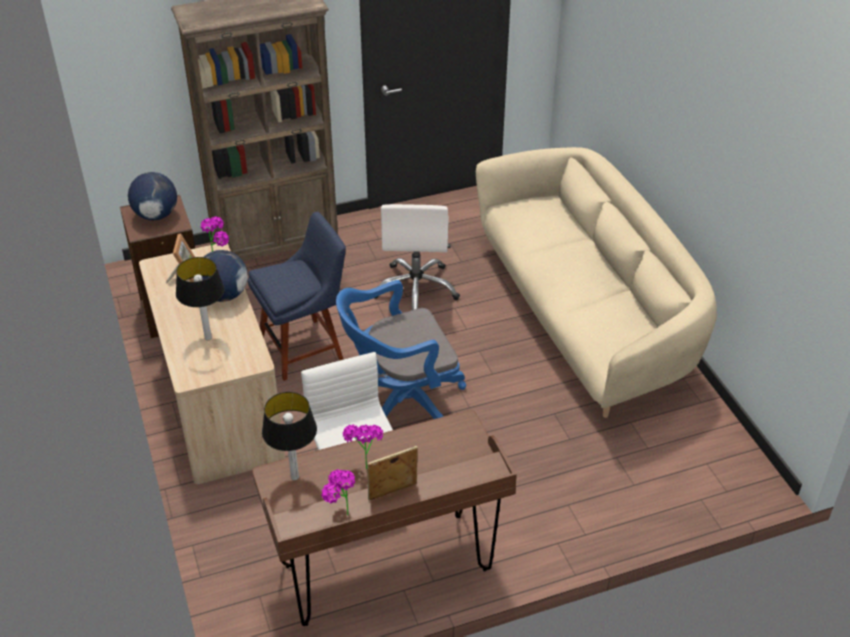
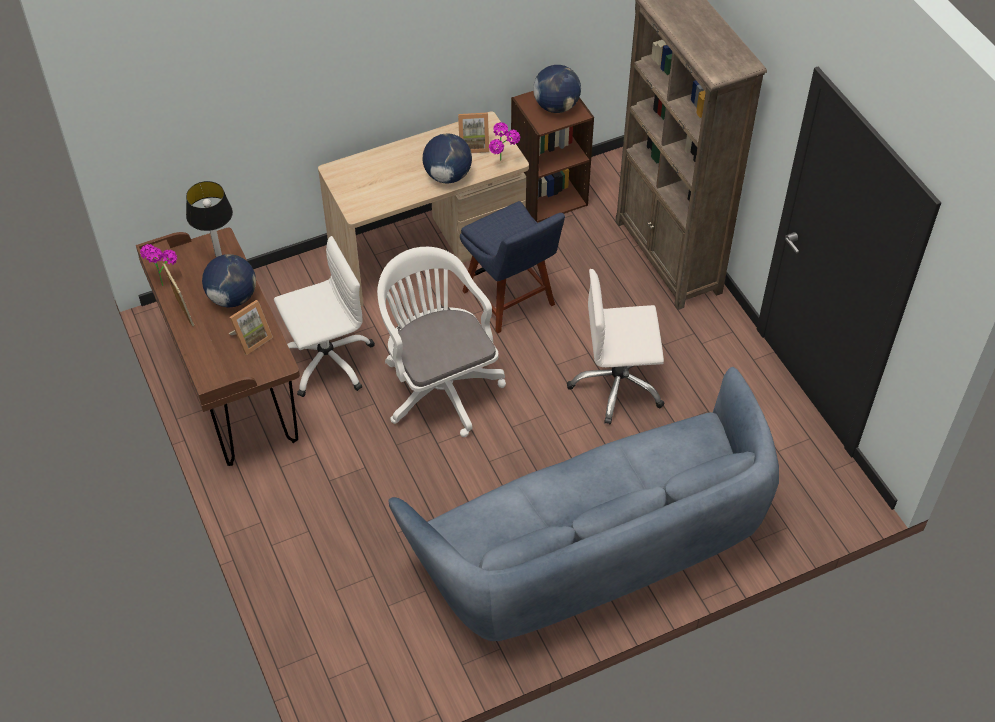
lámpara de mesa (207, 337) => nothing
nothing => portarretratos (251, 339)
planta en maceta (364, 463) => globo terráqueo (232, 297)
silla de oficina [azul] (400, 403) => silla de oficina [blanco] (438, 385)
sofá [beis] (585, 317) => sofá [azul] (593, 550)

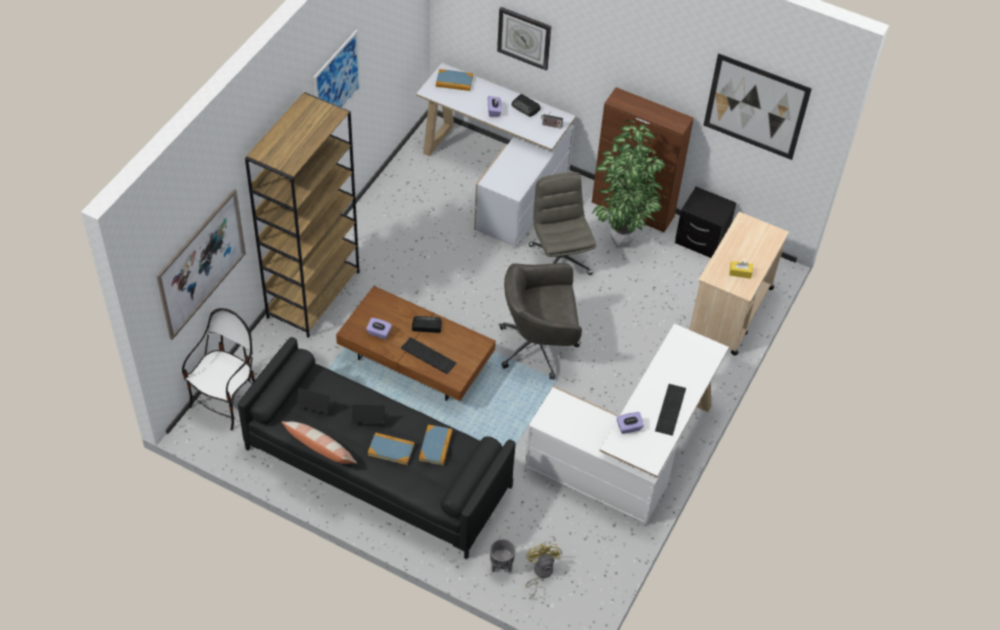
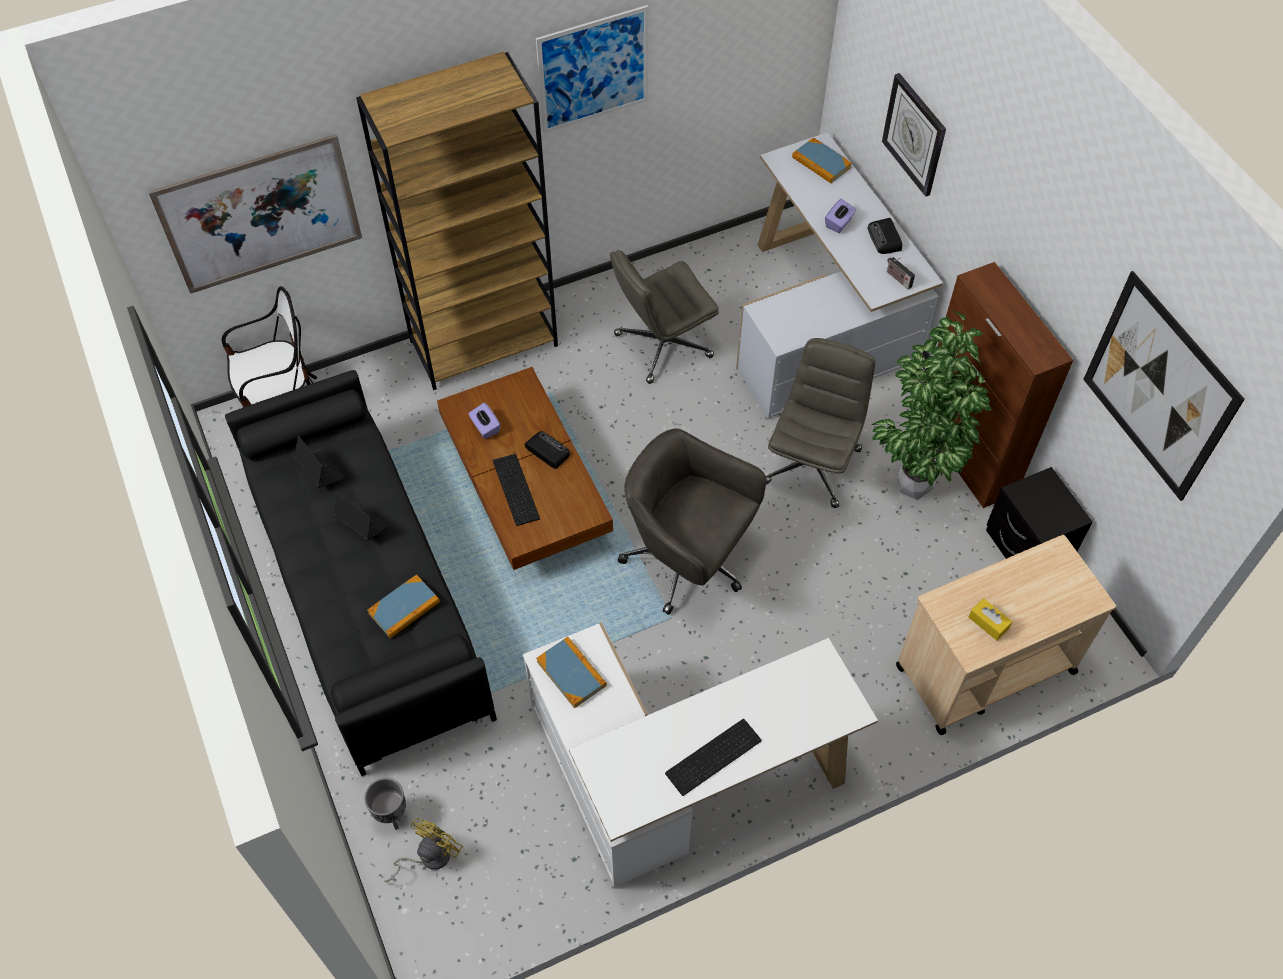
cojín (320, 451) => nothing
caja de pañuelos [morado] (629, 427) => nothing
nothing => silla de oficina [gris] (662, 346)
libro (391, 449) => libro (571, 673), moved

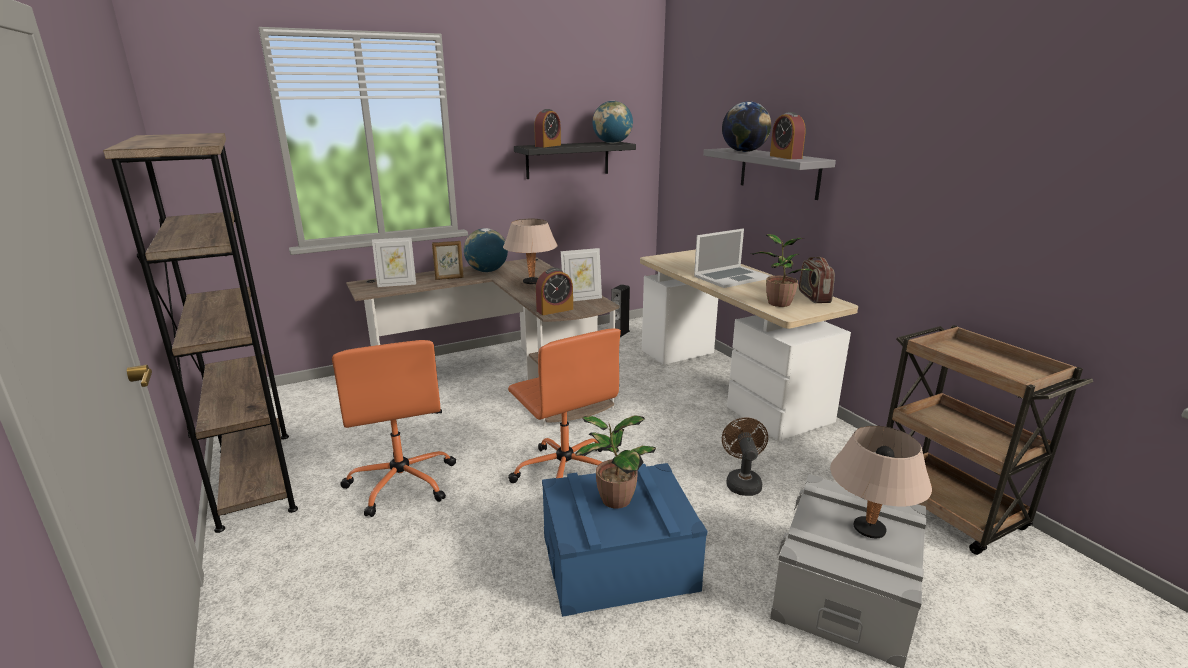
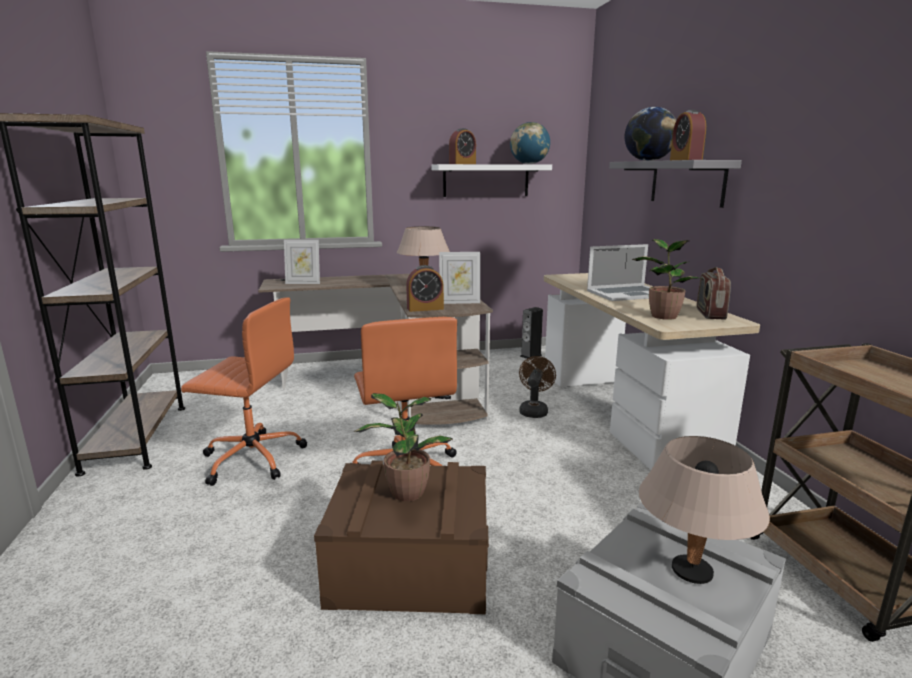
portarretratos (449, 278) => nothing
globo terráqueo (487, 271) => nothing
ventilador [marrón] (742, 482) => ventilador [marrón] (534, 410), moved
estante [negro] (568, 160) => estante [blanco] (486, 180)
caja de almacenaje [azul] (618, 562) => caja de almacenaje [marrón] (410, 566)
silla de oficina [naranja] (402, 482) => silla de oficina [naranja] (251, 458), 75 degrees counterclockwise

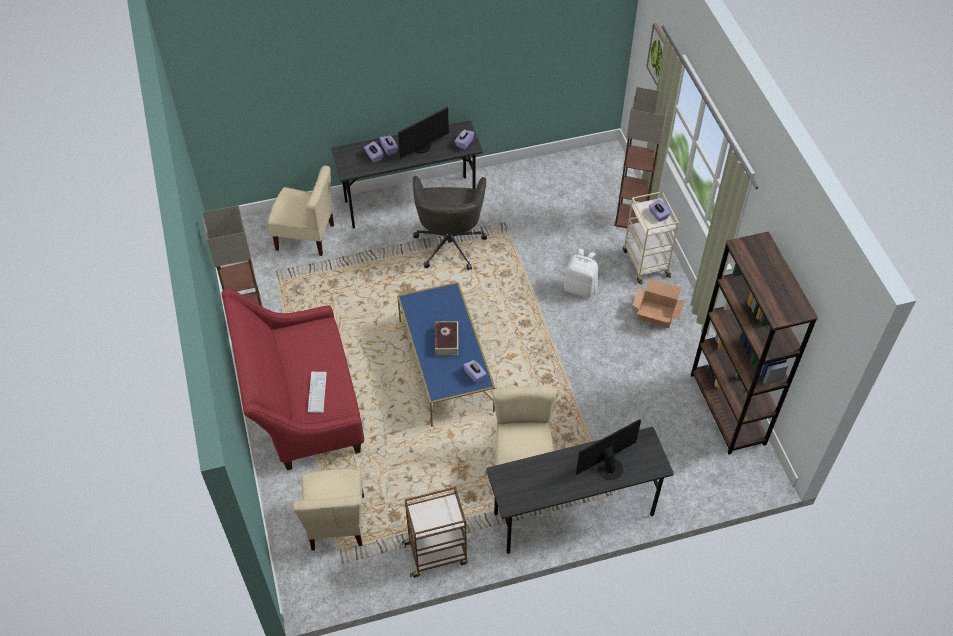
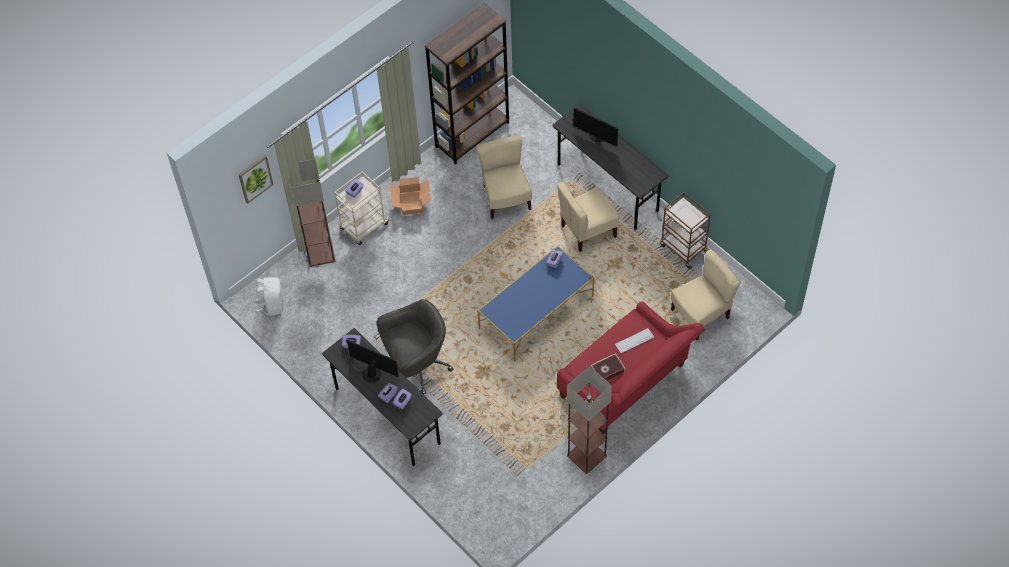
silla [beis] (306, 237) => silla [beis] (506, 198), moved
libro (446, 341) => libro (607, 371), moved
mochila [blanco] (580, 288) => mochila [blanco] (272, 304), moved

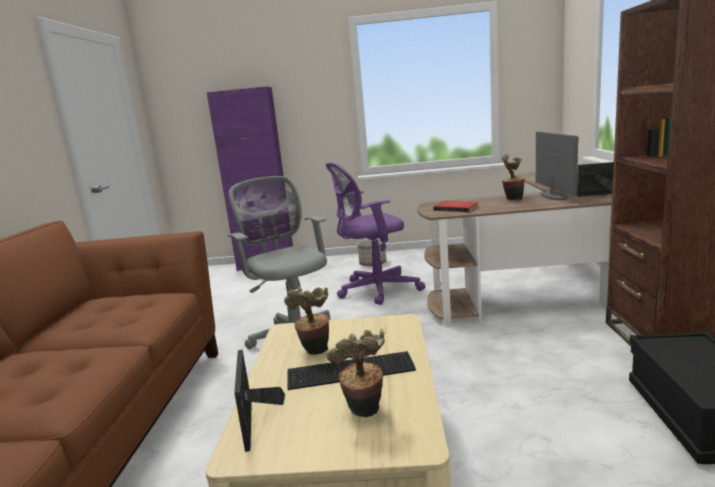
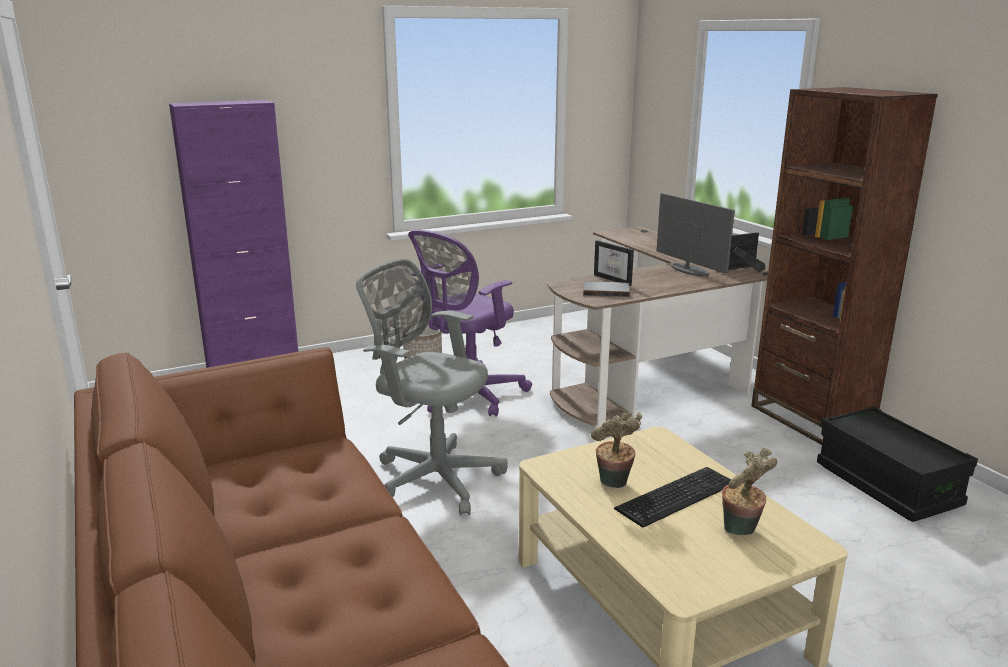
planta en maceta (512, 200) => nothing
portarretratos (257, 423) => portarretratos (616, 279), moved
libro [rojo] (456, 208) => libro [gris] (606, 291)

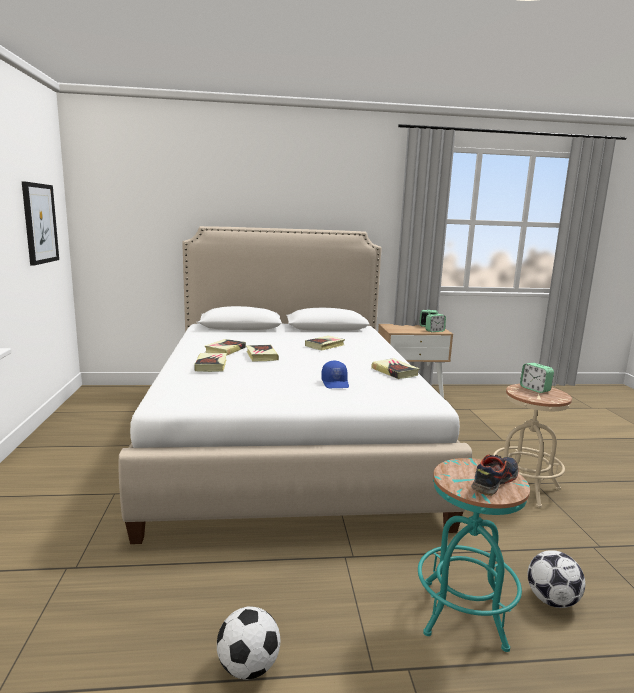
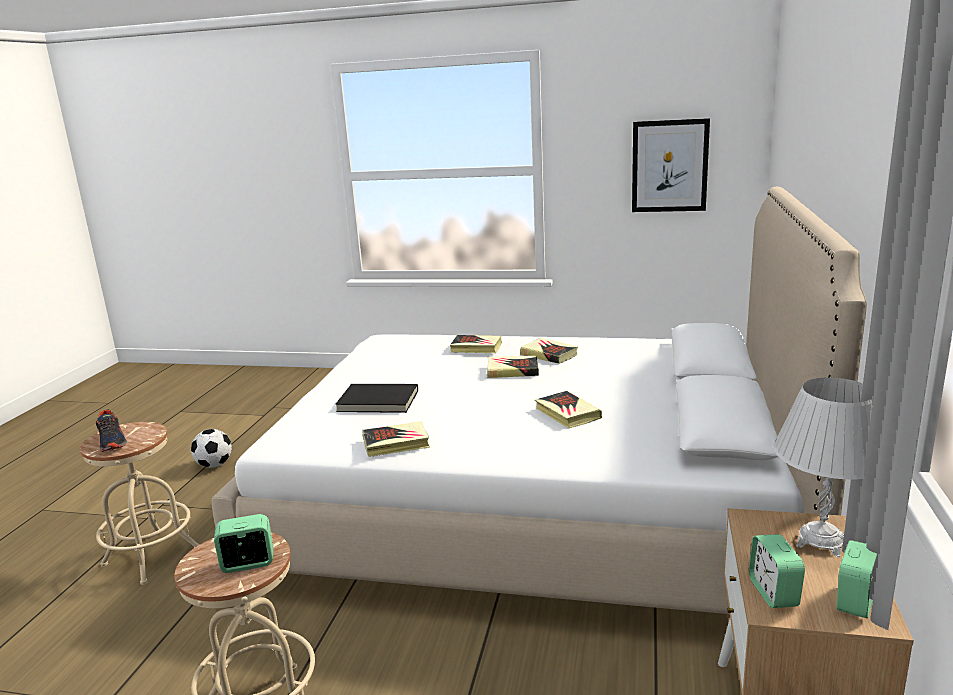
balón de fútbol (552, 600) => nothing
nothing => lámpara de mesa [blanco] (820, 541)
gorra [azul] (335, 383) => libro [negro] (378, 402)
taburete [turquesa] (463, 614) => taburete [beis] (151, 557)

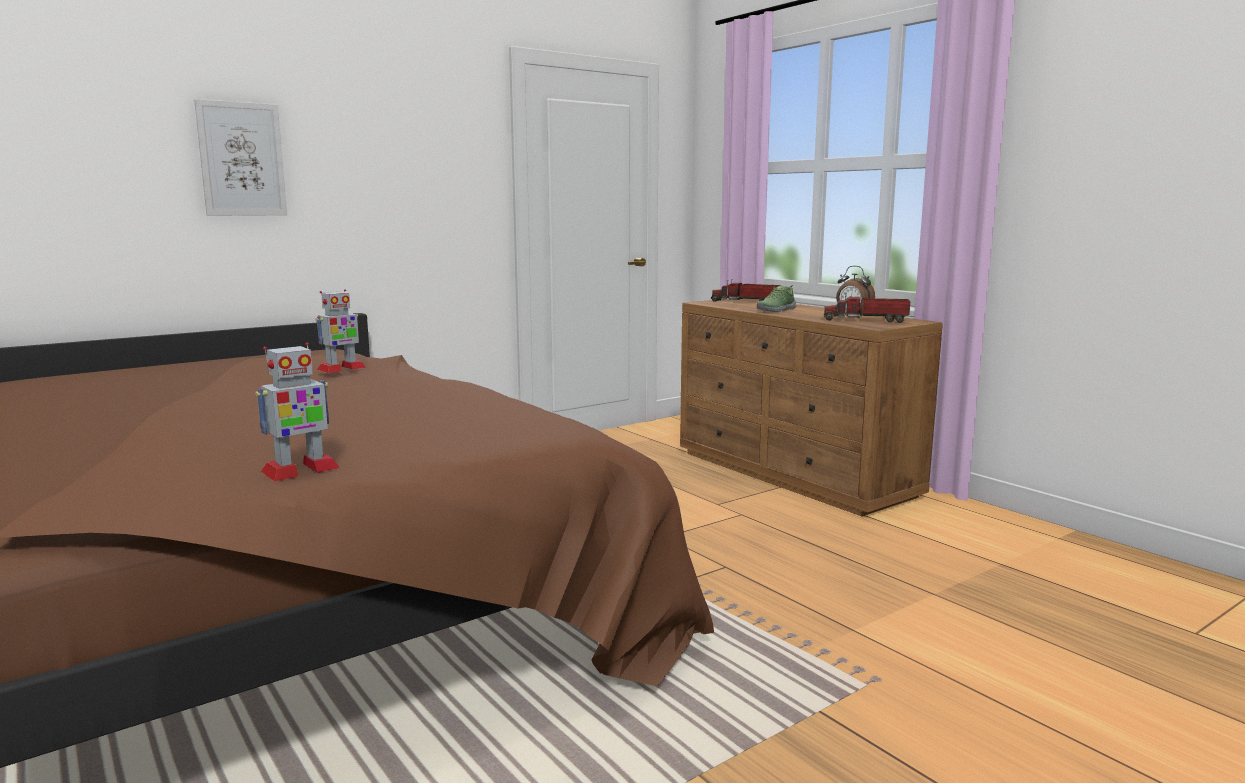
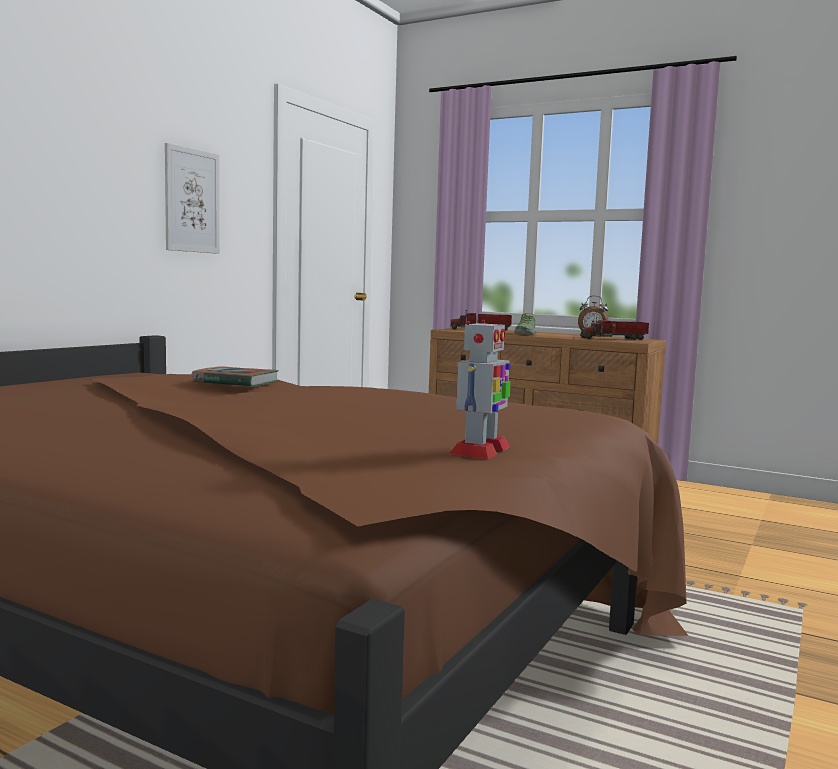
cuadro (242, 159) => cuadro (192, 201), moved
robot de juguete (341, 369) => libro (235, 382)

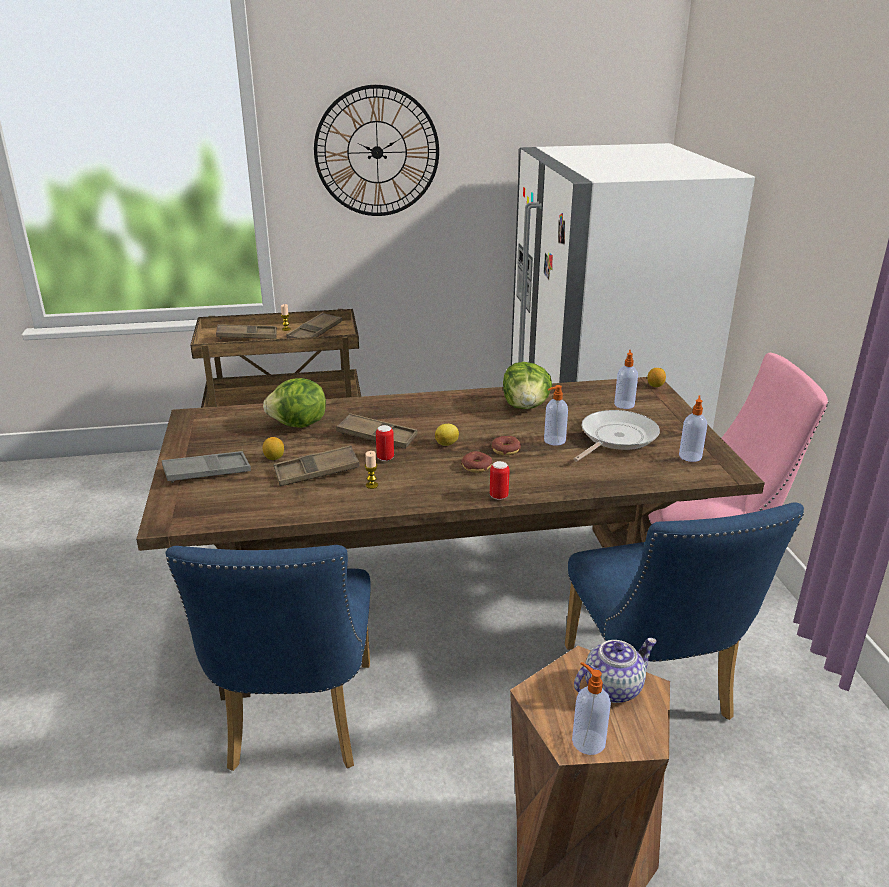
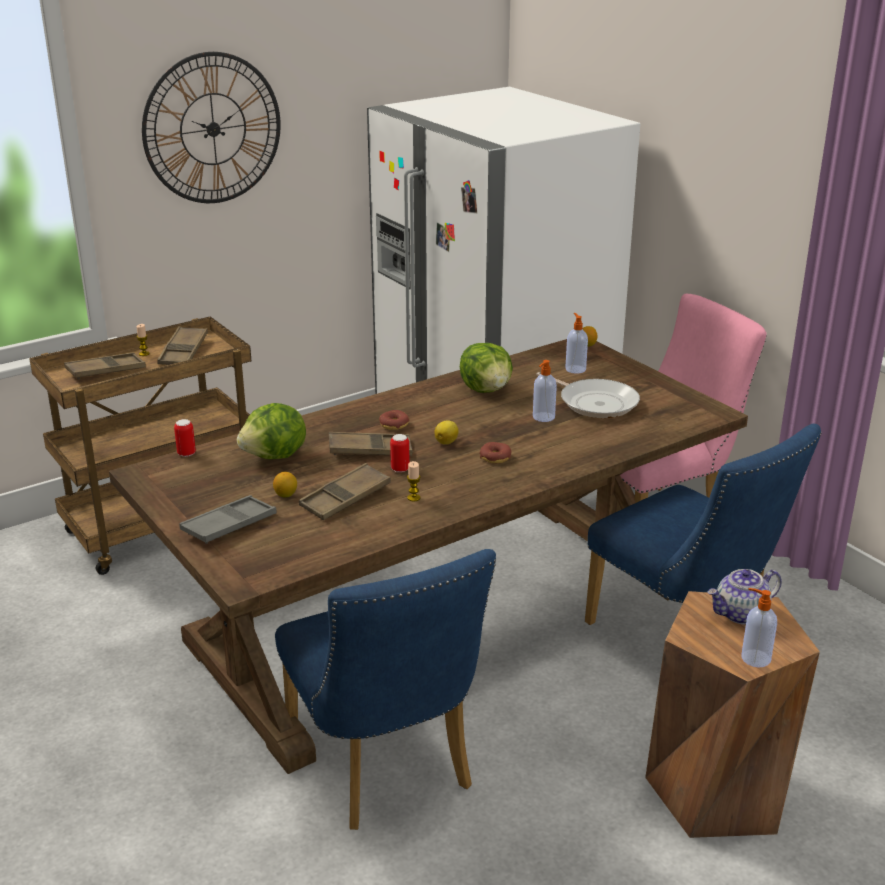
dispensador de jabón (690, 456) => nothing
lata (498, 496) => lata (186, 453), moved
rosquilla (506, 450) => rosquilla (394, 425), moved
sartén (615, 438) => sartén (595, 402), 120 degrees clockwise
tetera (612, 687) => tetera (741, 614), 150 degrees counterclockwise

